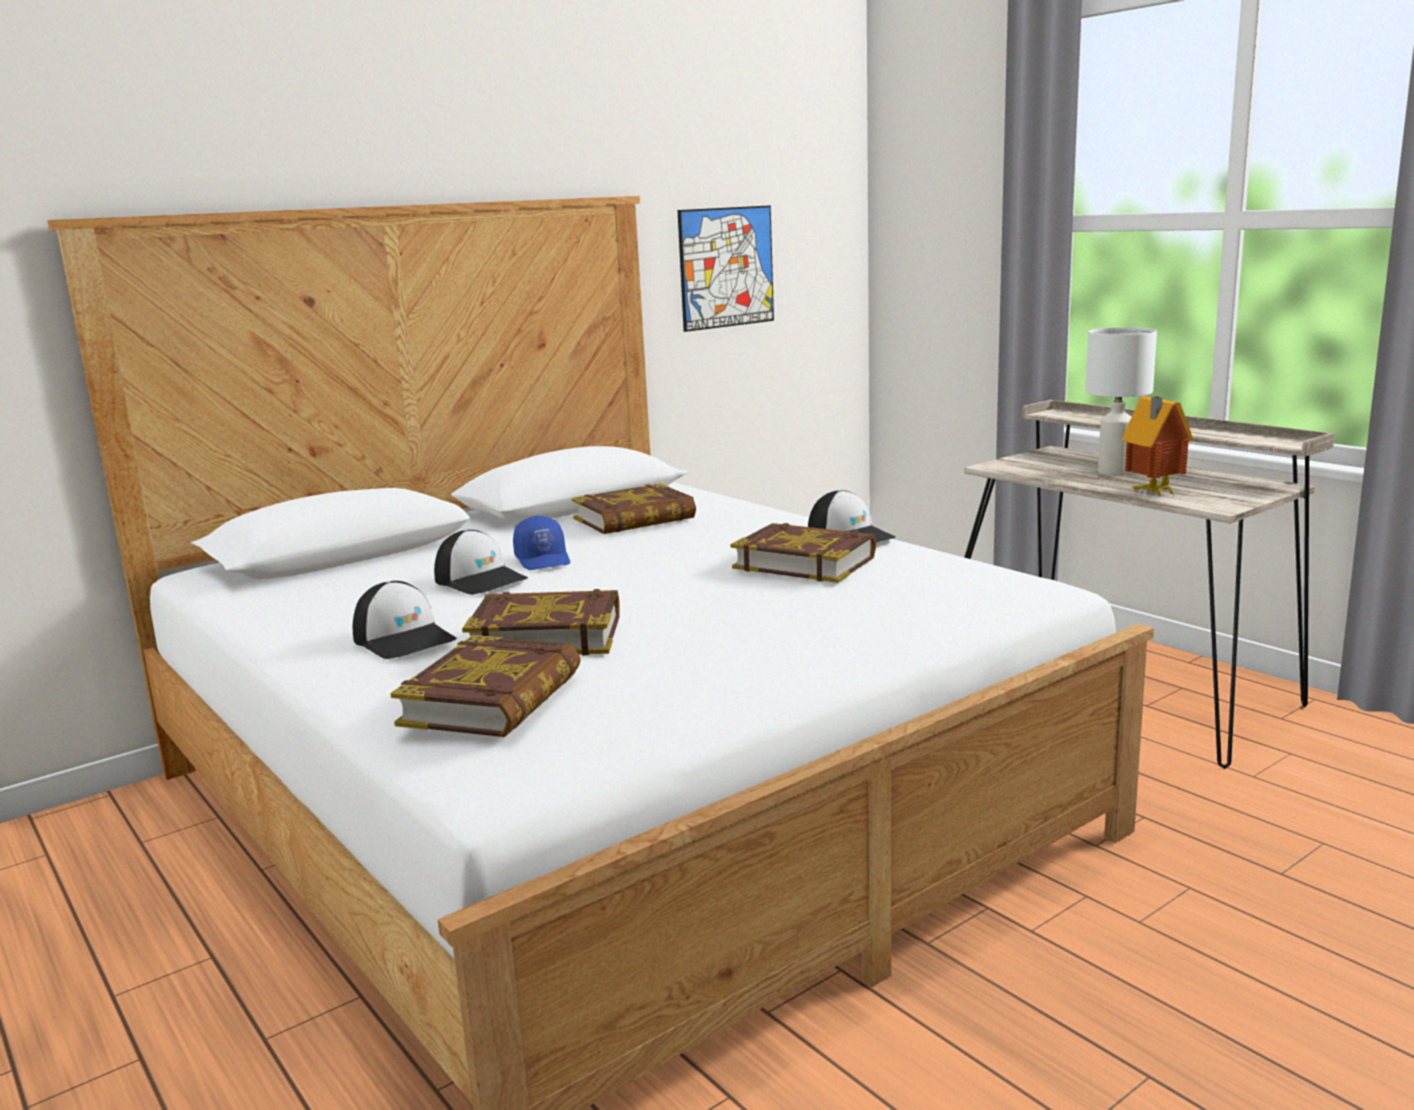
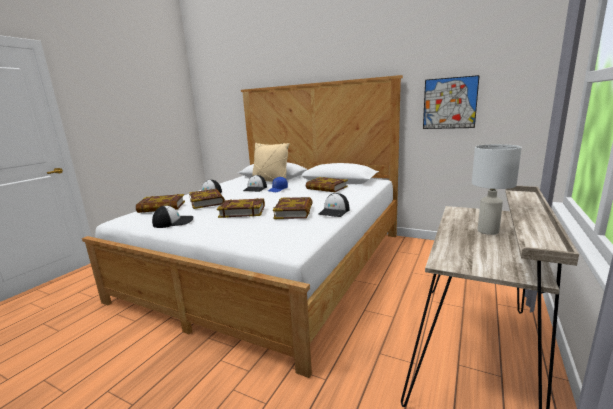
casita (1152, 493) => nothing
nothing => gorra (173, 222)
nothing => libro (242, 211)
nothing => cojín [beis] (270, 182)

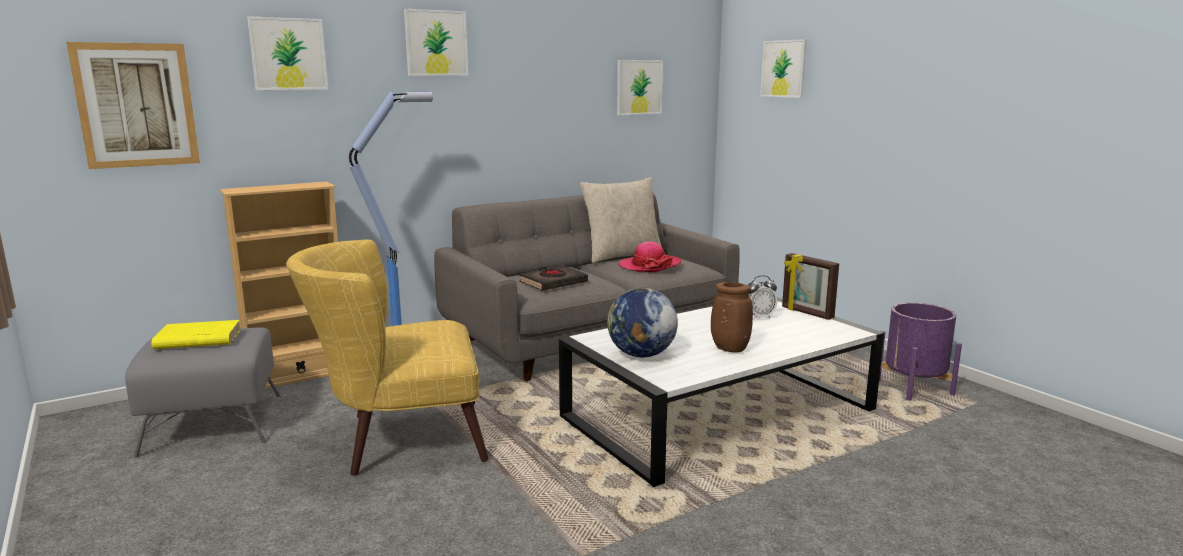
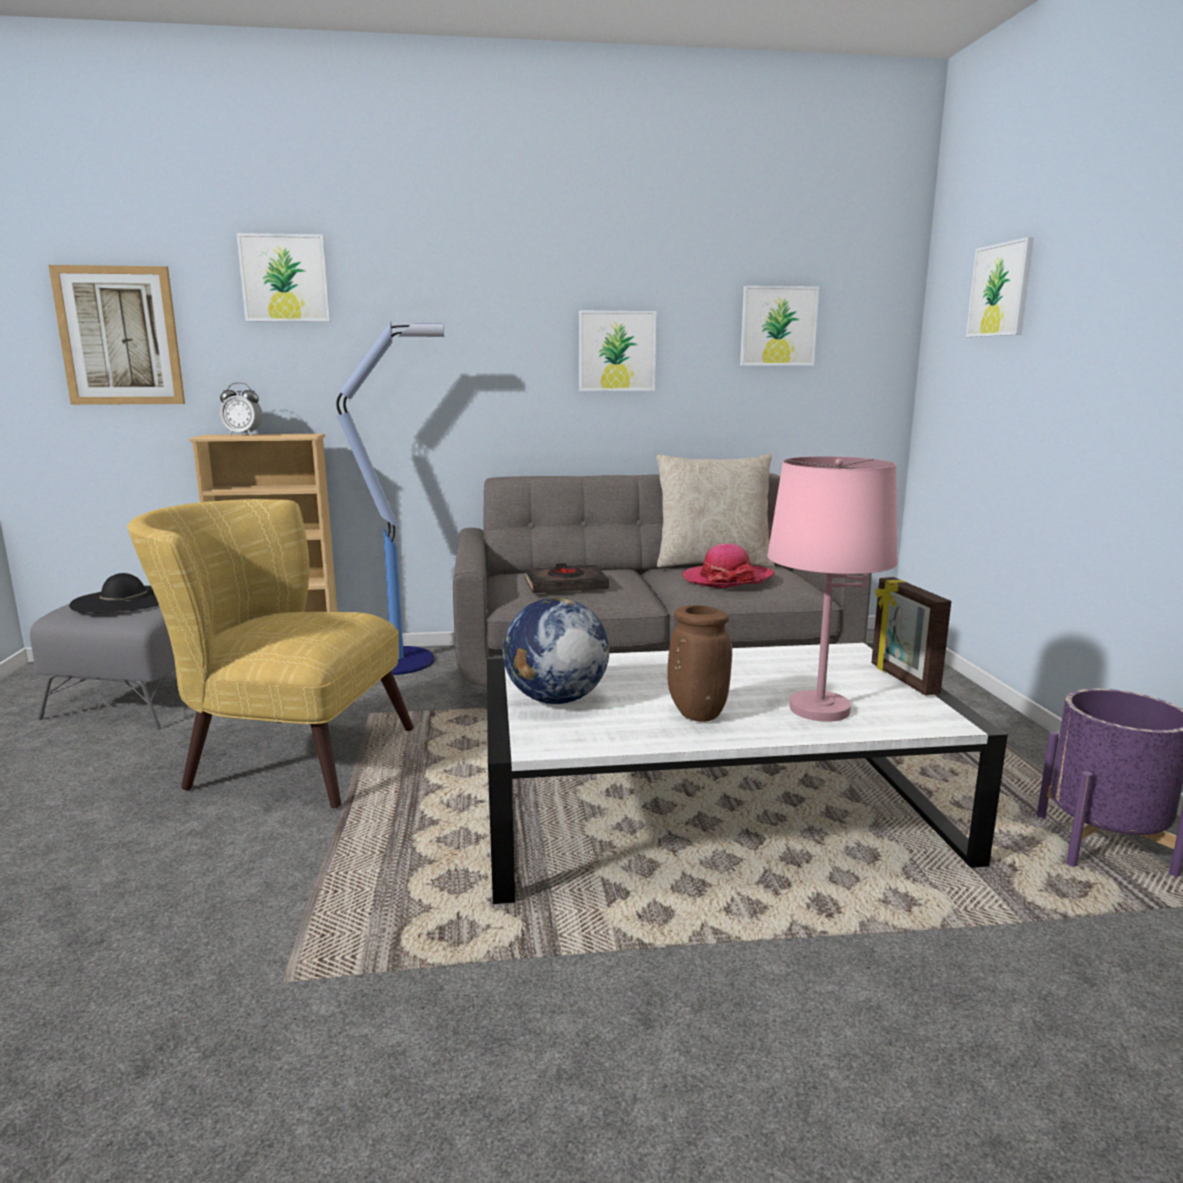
nothing => lámpara de mesa [rosa] (819, 710)
cuadro (436, 43) => cuadro (617, 351), moved
despertador (759, 317) => despertador (243, 434), moved
libro [amarillo] (197, 340) => sombrero [negro] (124, 600)

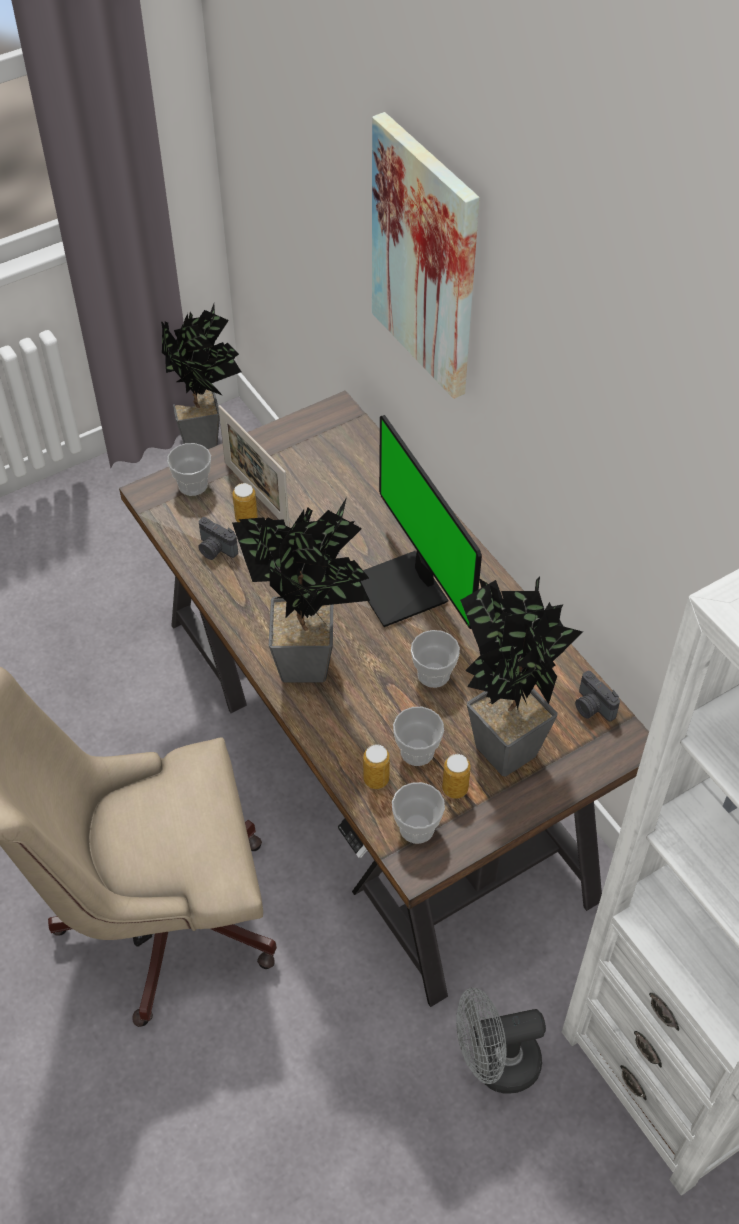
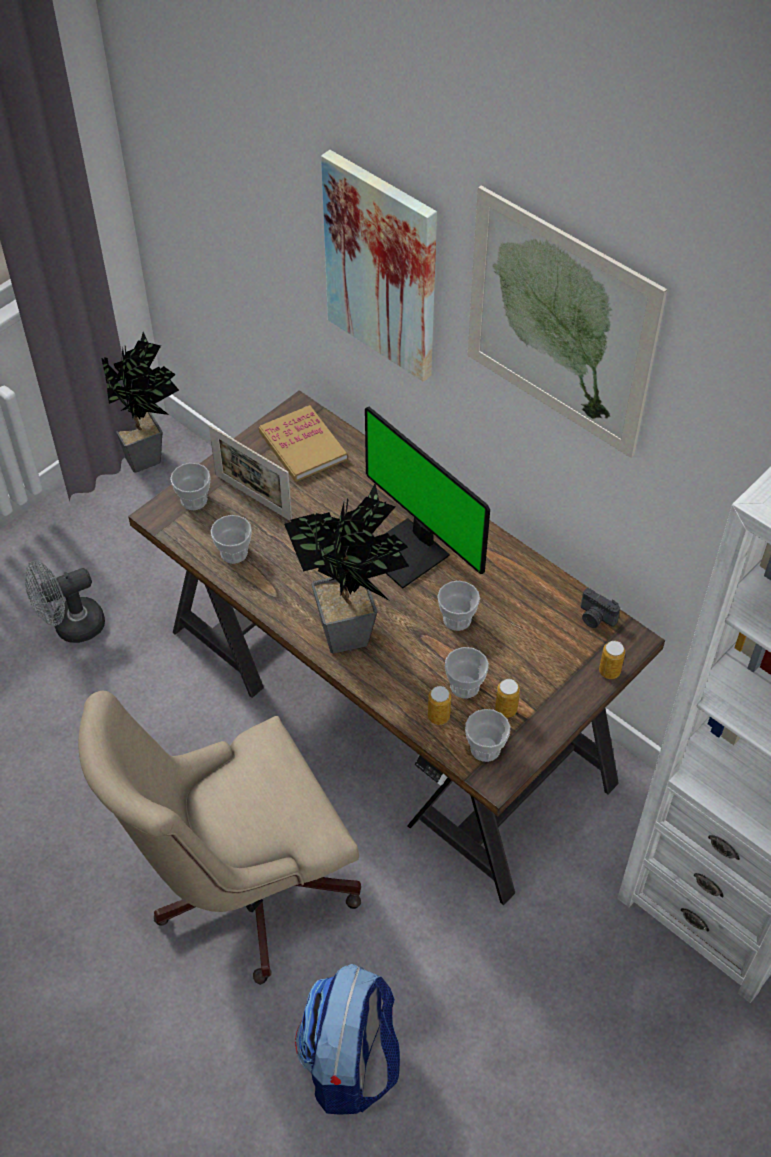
planta en maceta (504, 741) => nothing
nothing => libro (302, 446)
nothing => mochila (350, 1063)
nothing => cuadro (559, 324)
lata (246, 518) => lata (609, 671), moved
ventilador [gris] (495, 1064) => ventilador [gris] (71, 627), moved
cámara (215, 550) => taza (234, 553)

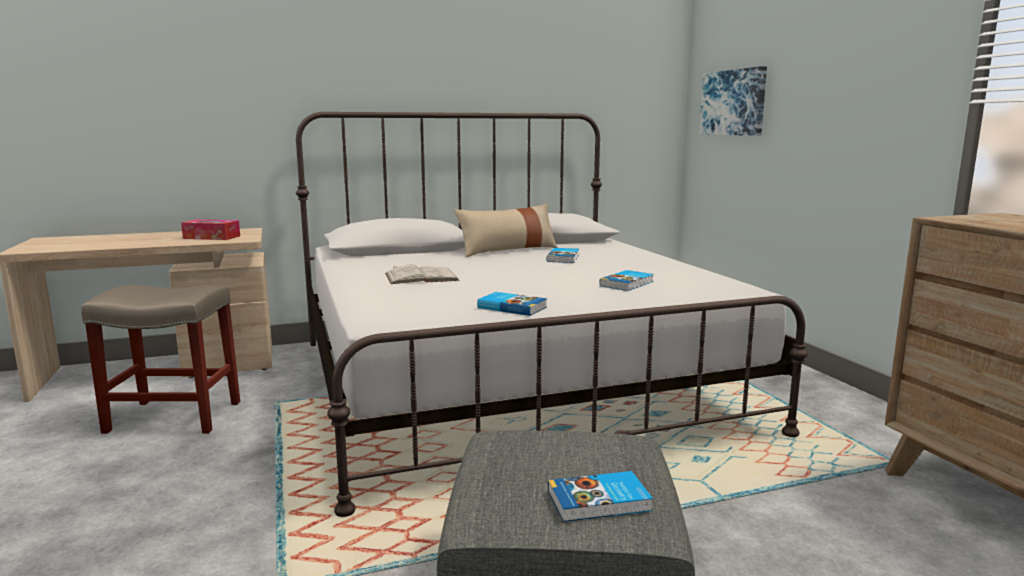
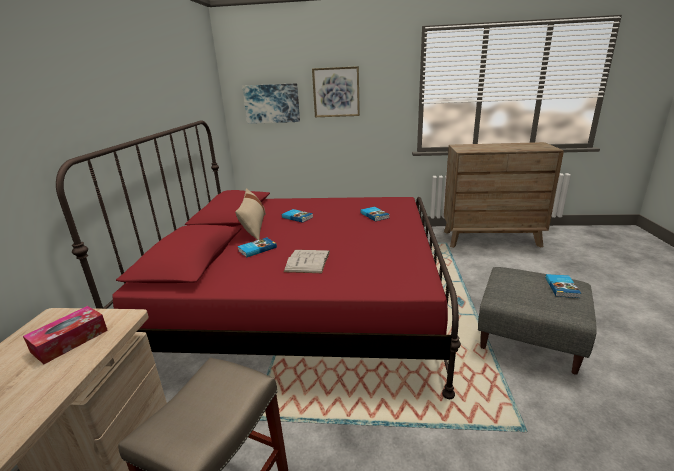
nothing => cuadro (336, 92)
libro (512, 307) => libro (257, 249), moved
cama [blanco] (510, 382) => cama [rojo] (305, 302)

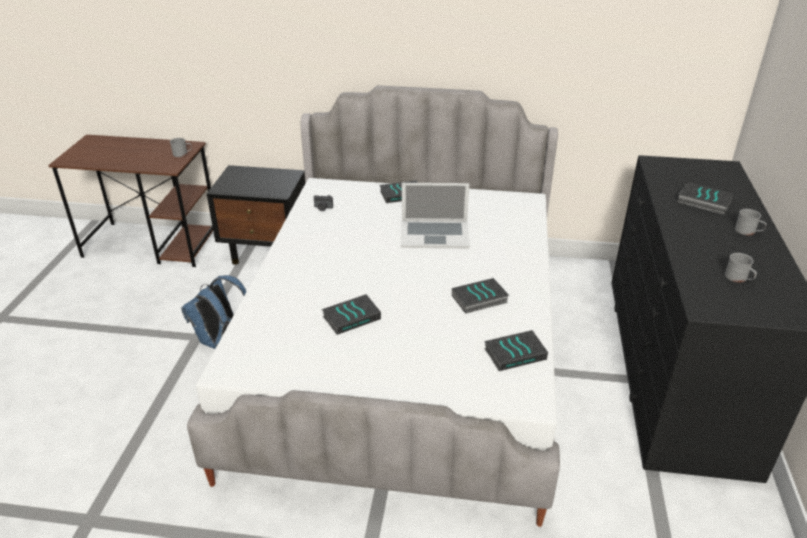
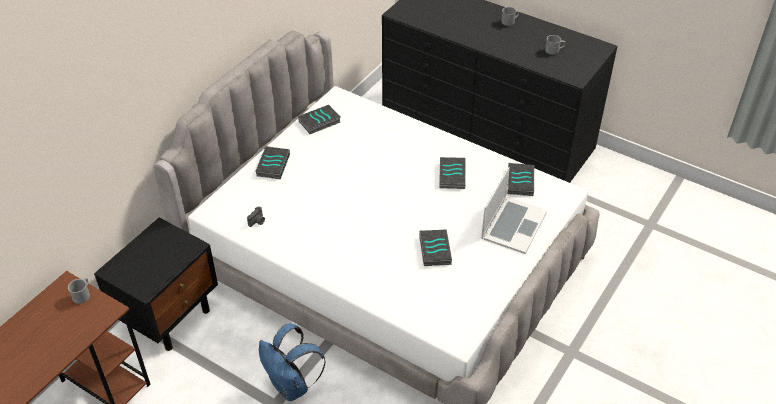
portátil (434, 234) => portátil (513, 225), moved
libro (703, 202) => libro (319, 122), moved

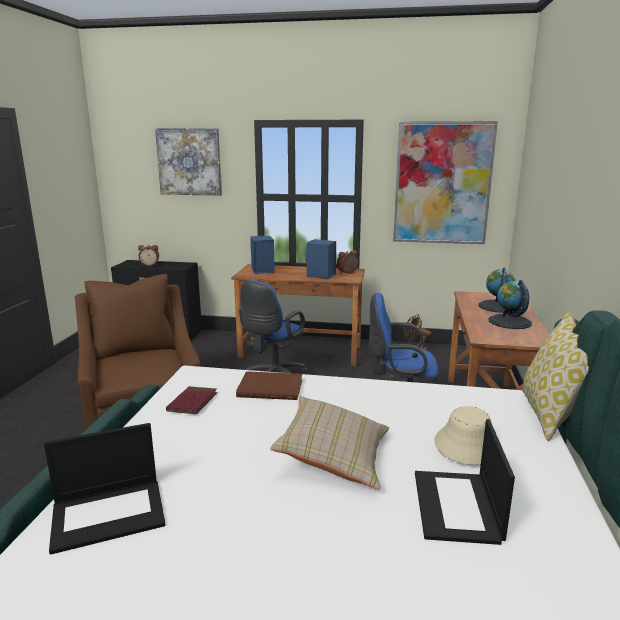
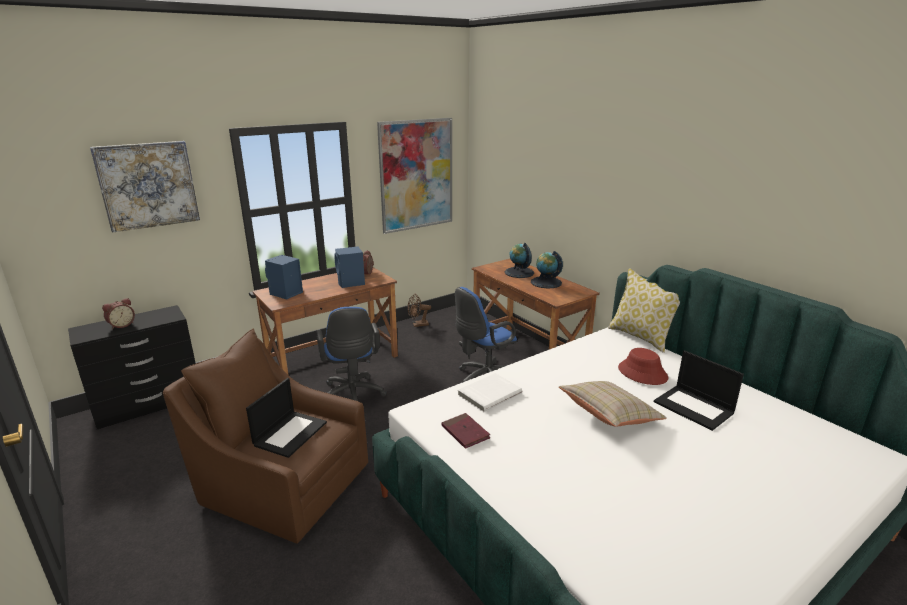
portátil (110, 513) => portátil (290, 433), moved
libro [marrón] (270, 388) => libro [blanco] (489, 394)
sombrero [beis] (467, 444) => sombrero [rojo] (642, 373)

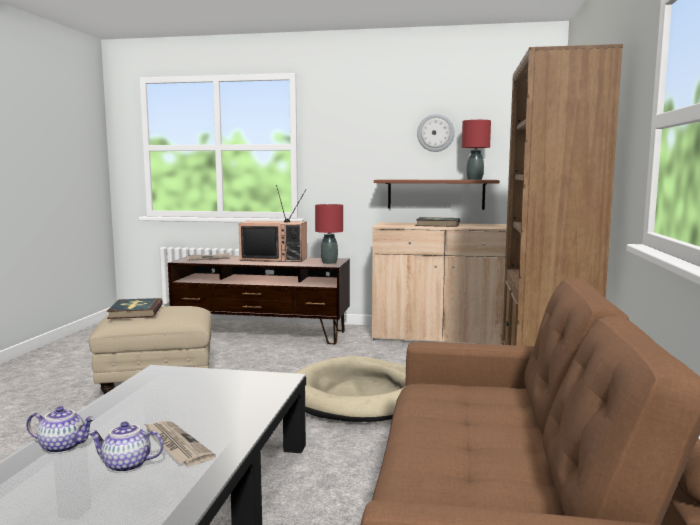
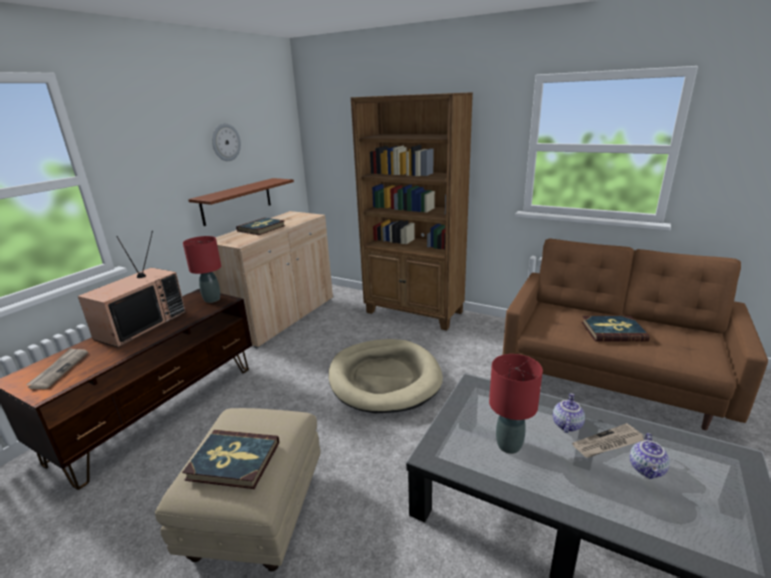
nothing => libro (613, 331)
tetera (63, 446) => tetera (566, 424), moved
lámpara de mesa [rojo] (474, 179) => lámpara de mesa [rojo] (509, 445), moved

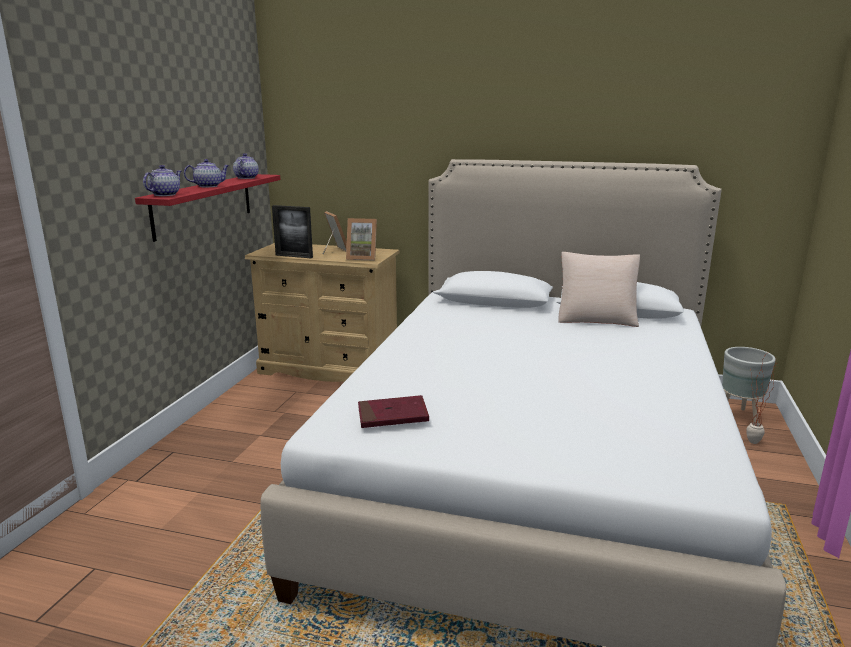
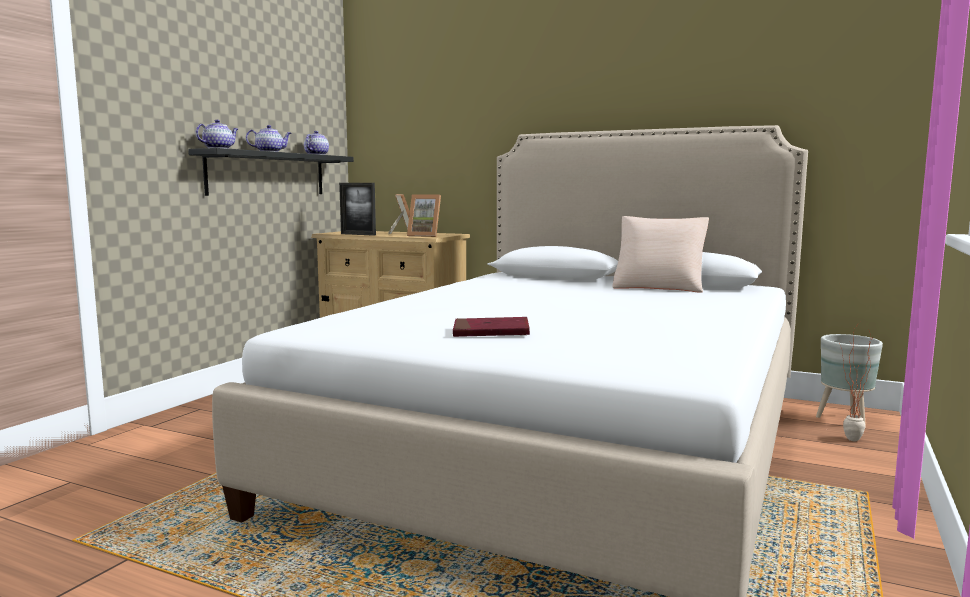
libro [rojo] (392, 415) => libro [rojo] (491, 332), moved
estante [rojo] (204, 205) => estante [negro] (268, 174)

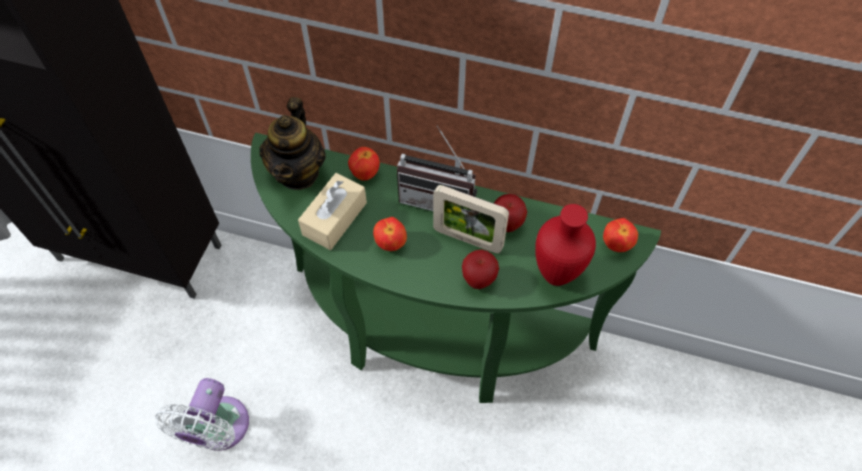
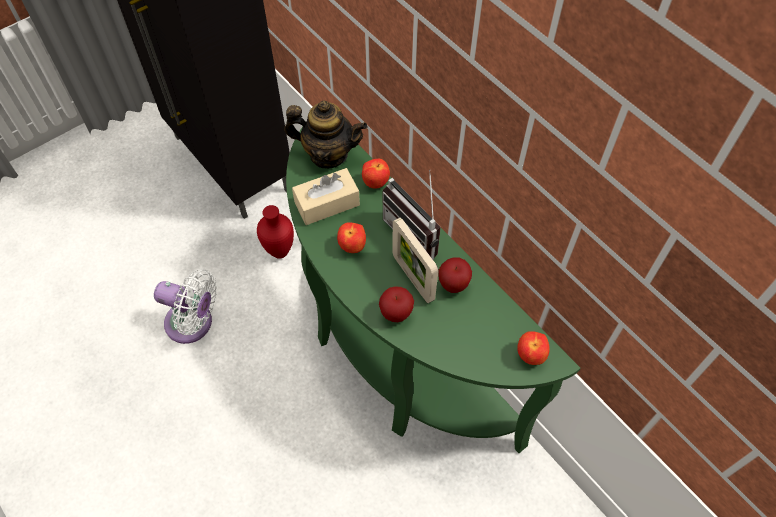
florero [rojo] (555, 273) => florero [rojo] (280, 251), moved
ventilador [blanco] (219, 430) => ventilador [blanco] (193, 324), 120 degrees counterclockwise
tetera (298, 172) => tetera (328, 154), 120 degrees counterclockwise

